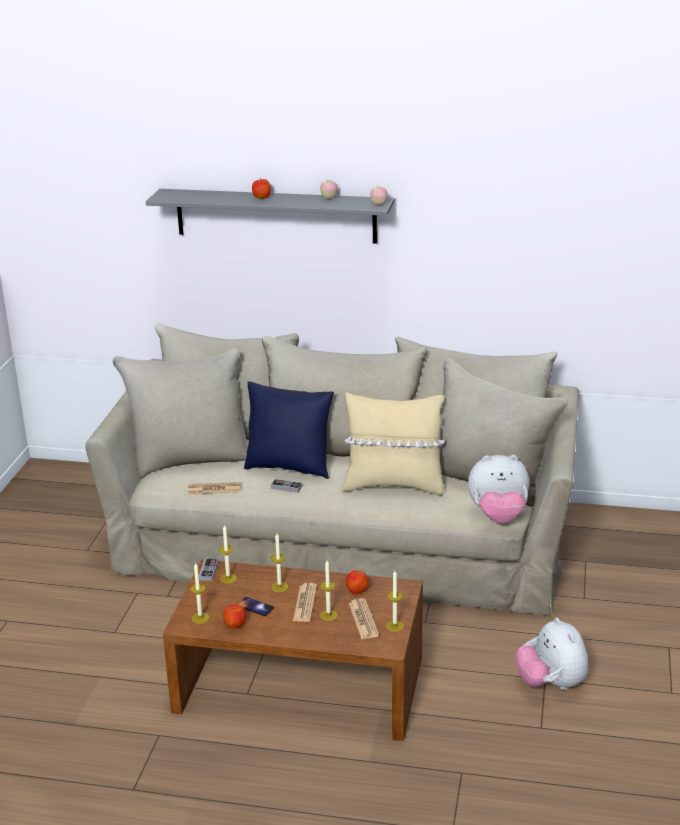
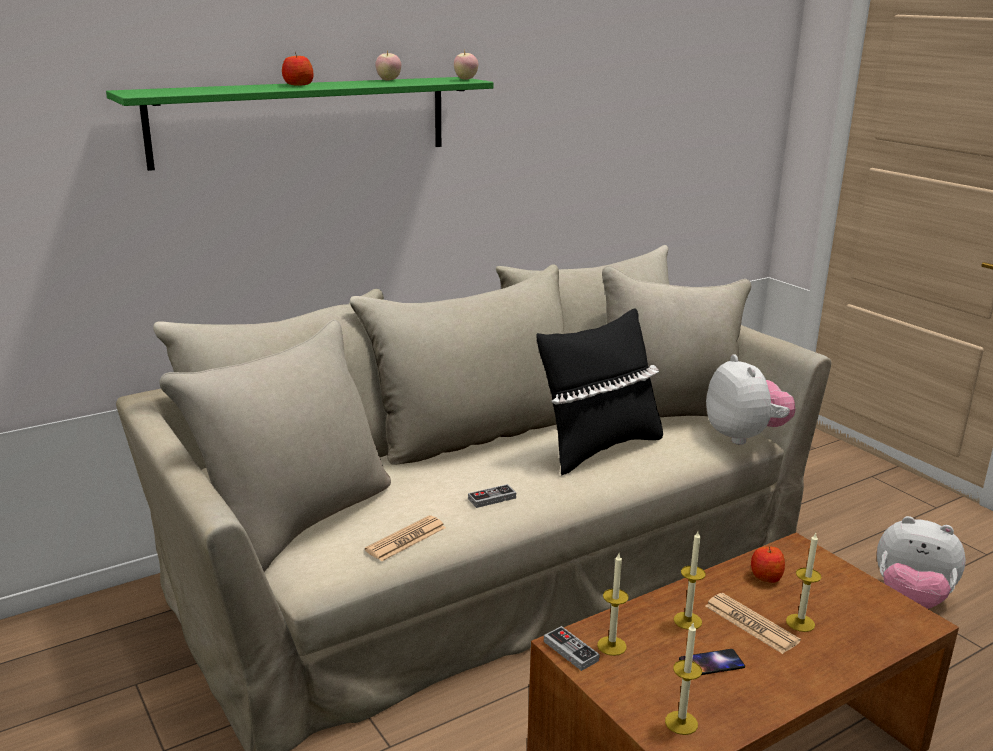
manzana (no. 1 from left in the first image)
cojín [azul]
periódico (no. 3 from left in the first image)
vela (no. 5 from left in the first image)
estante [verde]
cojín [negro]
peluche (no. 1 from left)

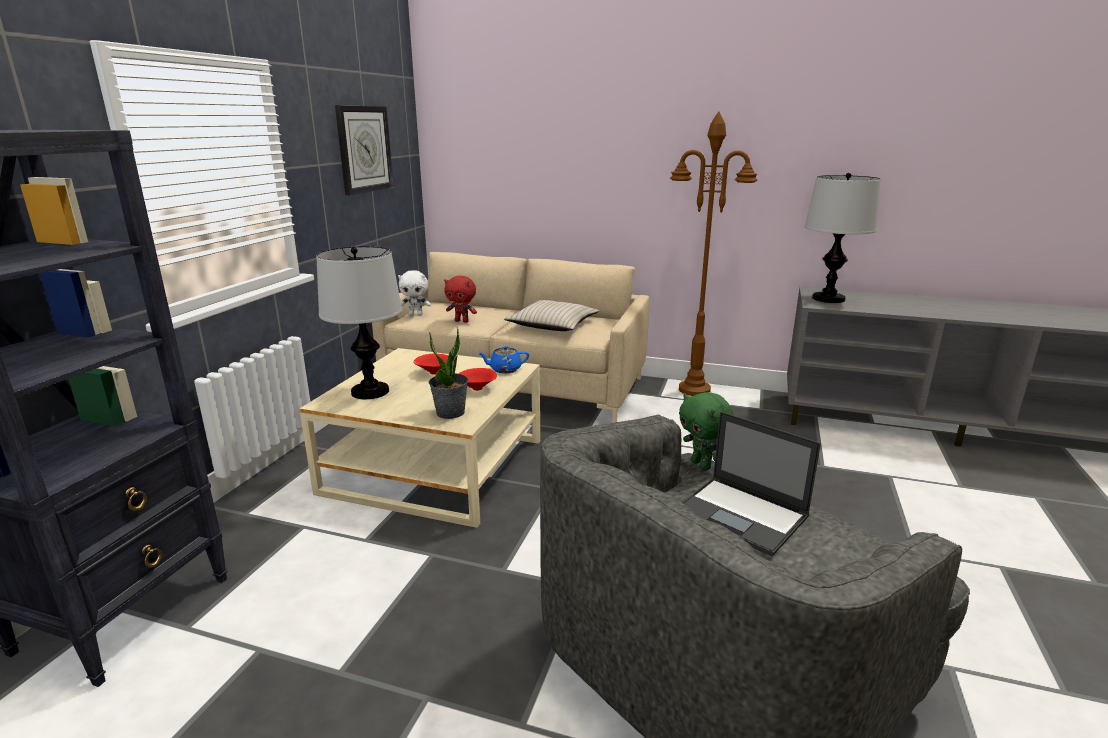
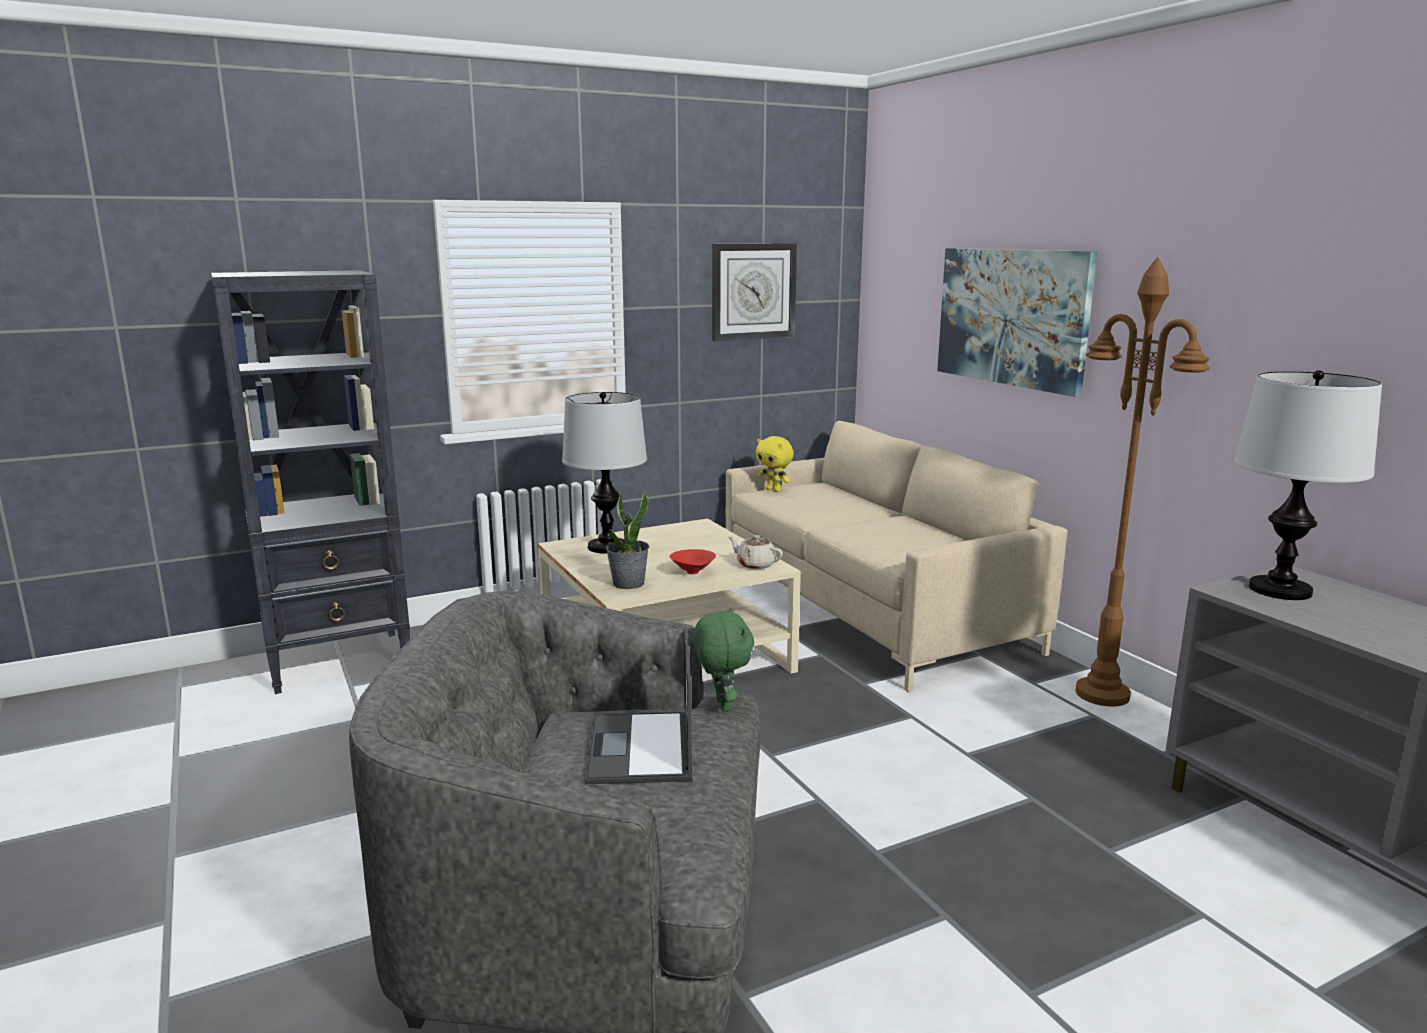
cuenco [rojo] (no. 1 from left in the first image)
peluche [rojo]
cojín [beis]
cuadro
peluche [amarillo]
tetera [beis]
peluche [verde]

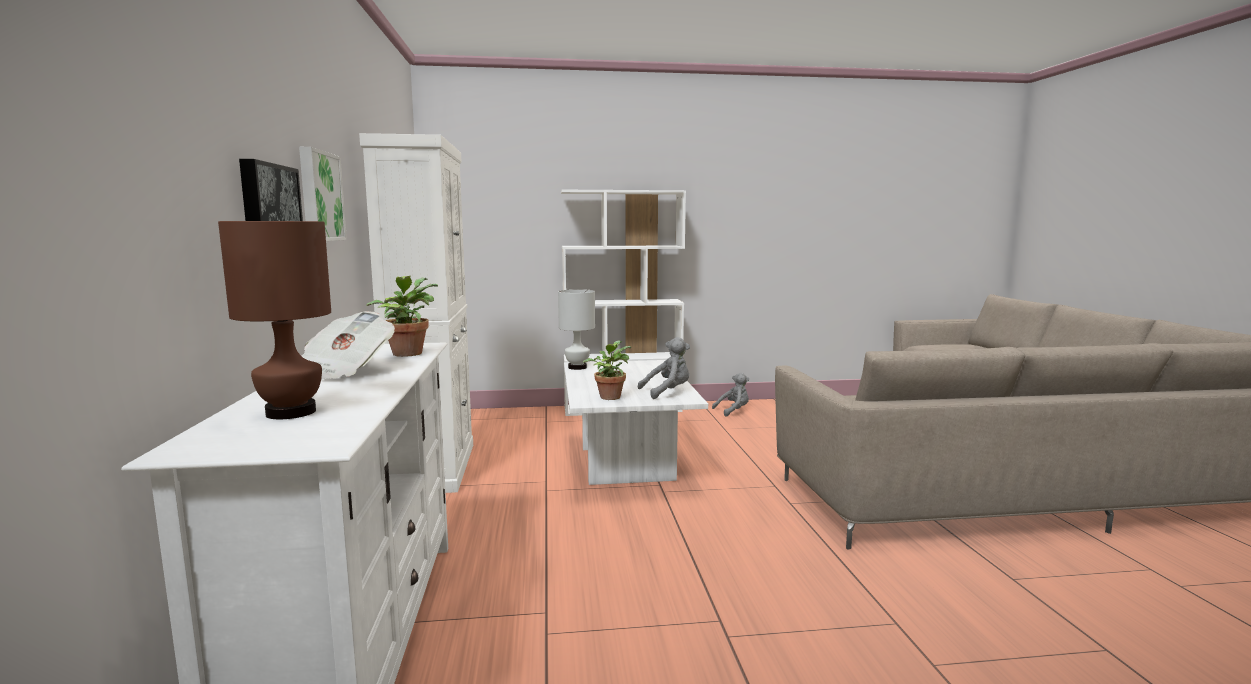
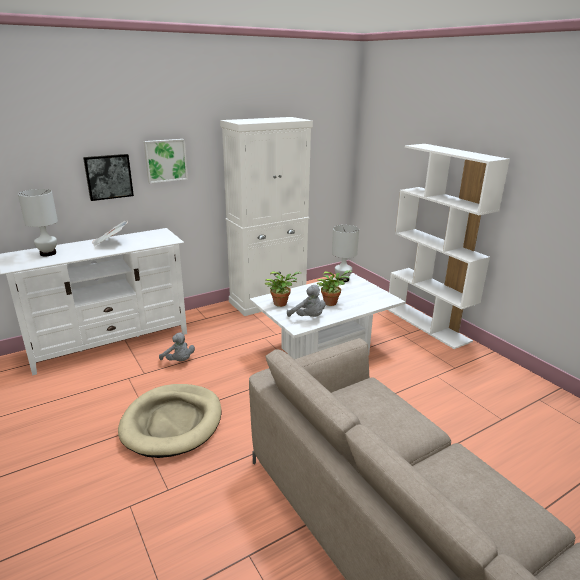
cama para perro [beis]
planta en maceta (no. 2 from left)
peluche [gris] (no. 1 from left)
lámpara de mesa [blanco] (no. 1 from left)

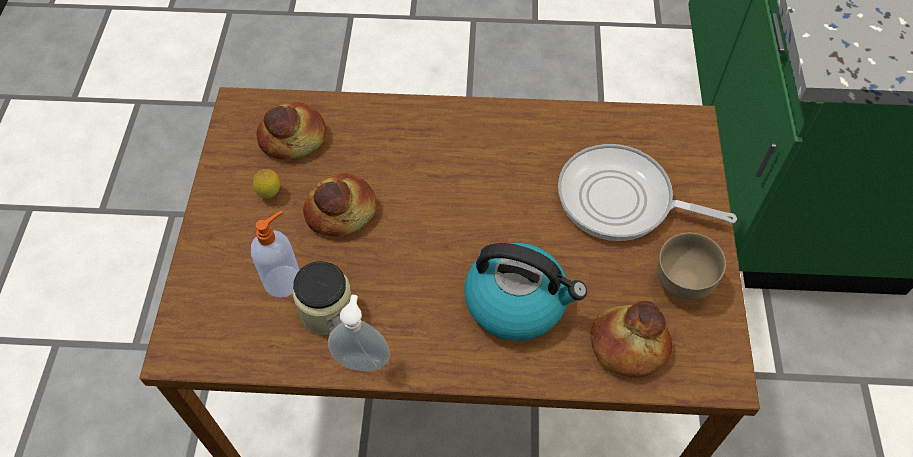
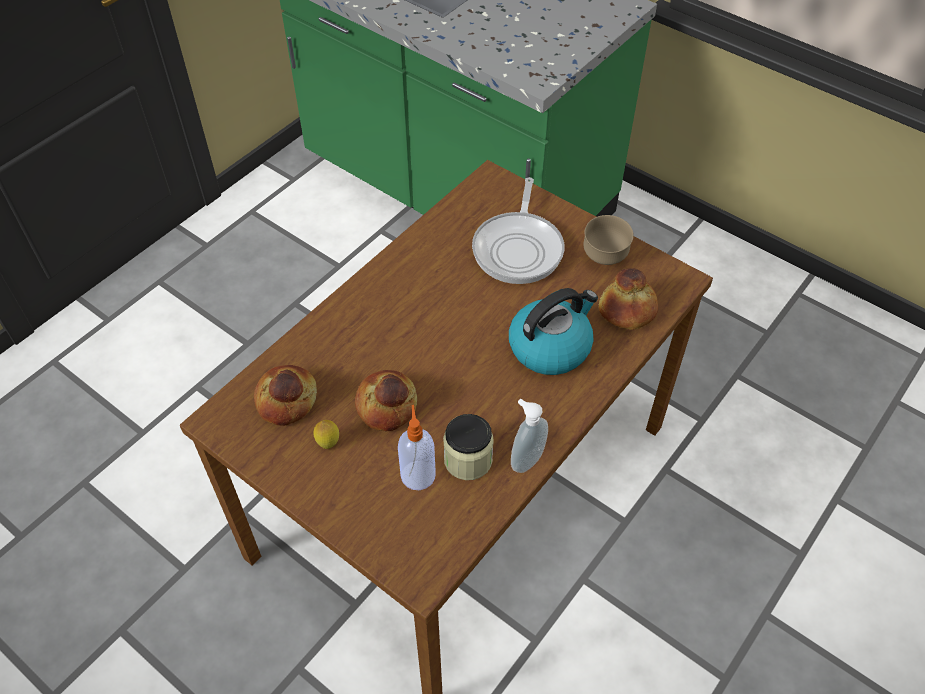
sartén

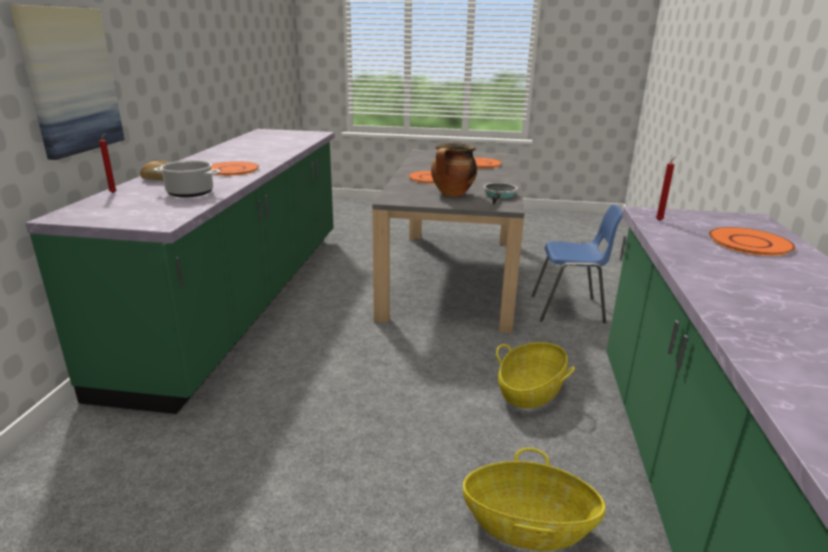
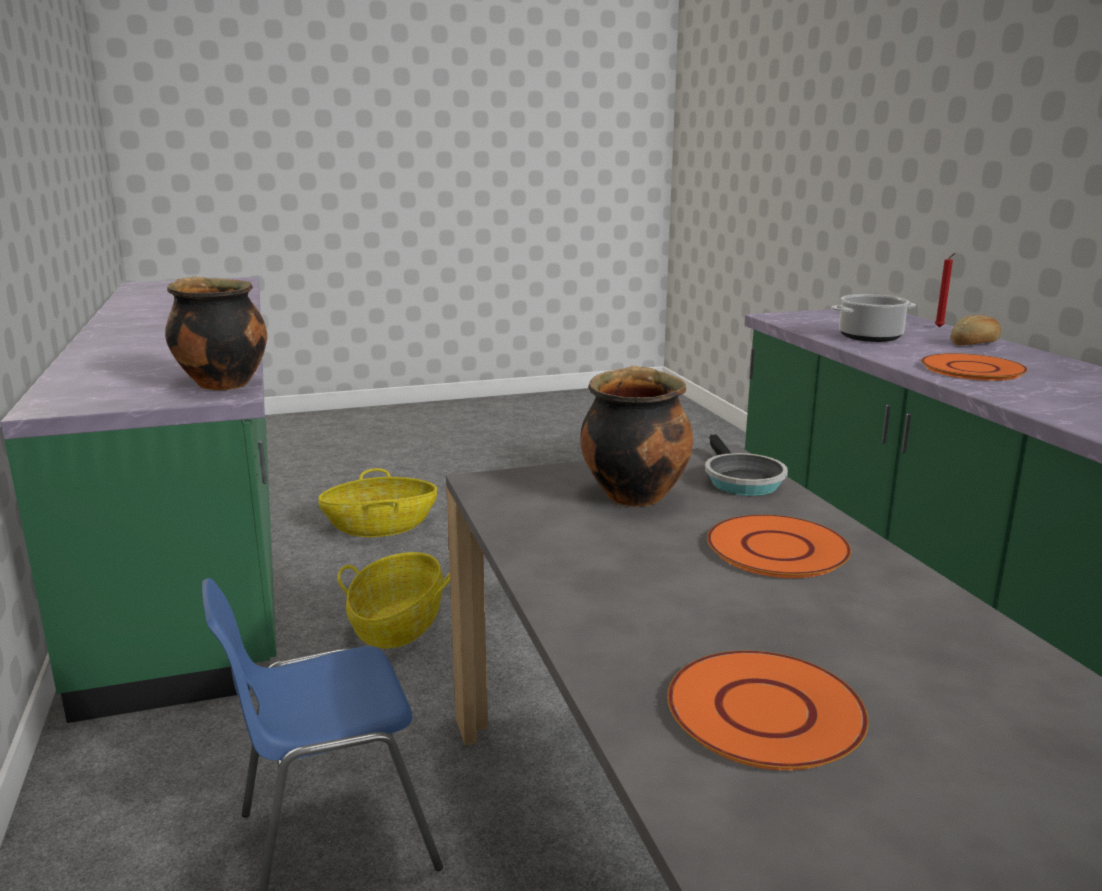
cuadro
plato [naranja] (no. 4 from left in the first image)
sartén
olla (no. 1 from left)

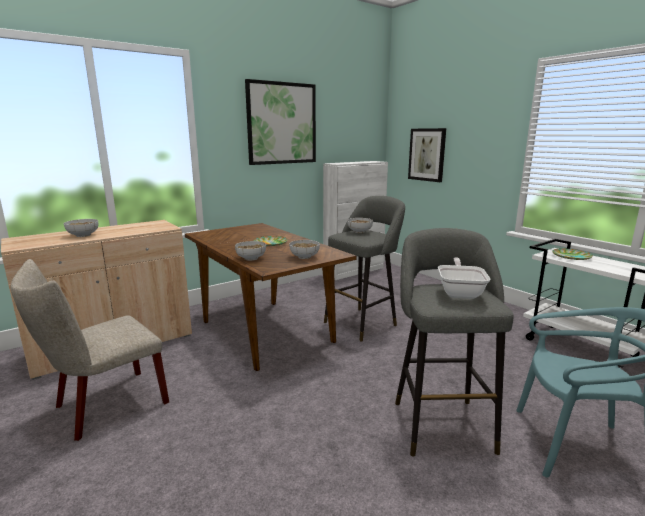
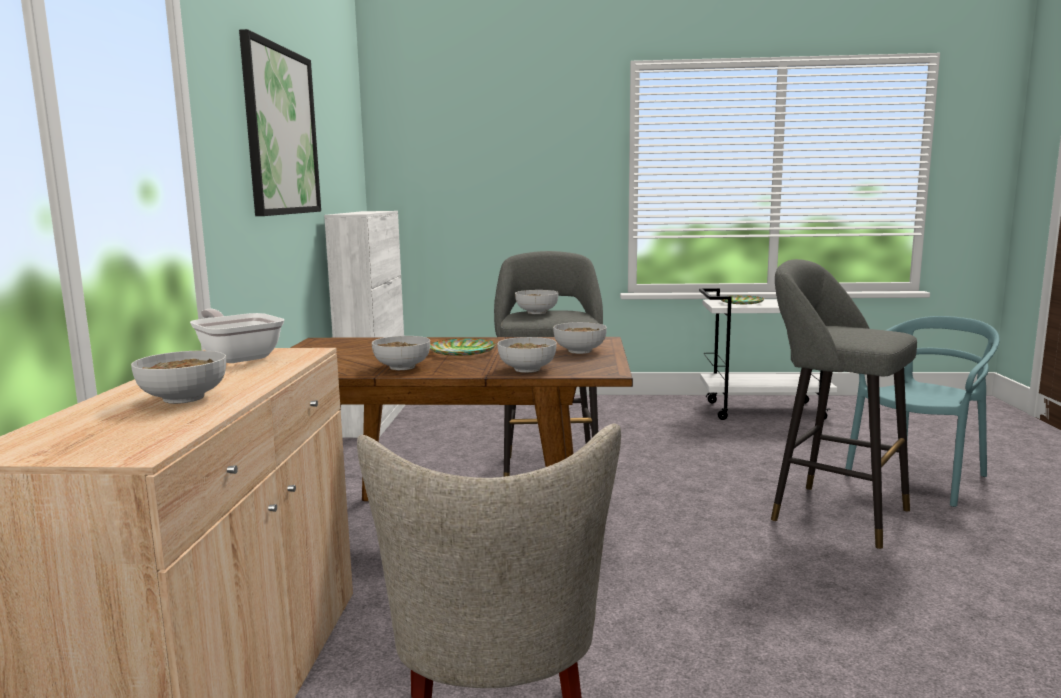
cuadro (no. 2 from left in the first image)
cuenco (no. 2 from left)
sartén

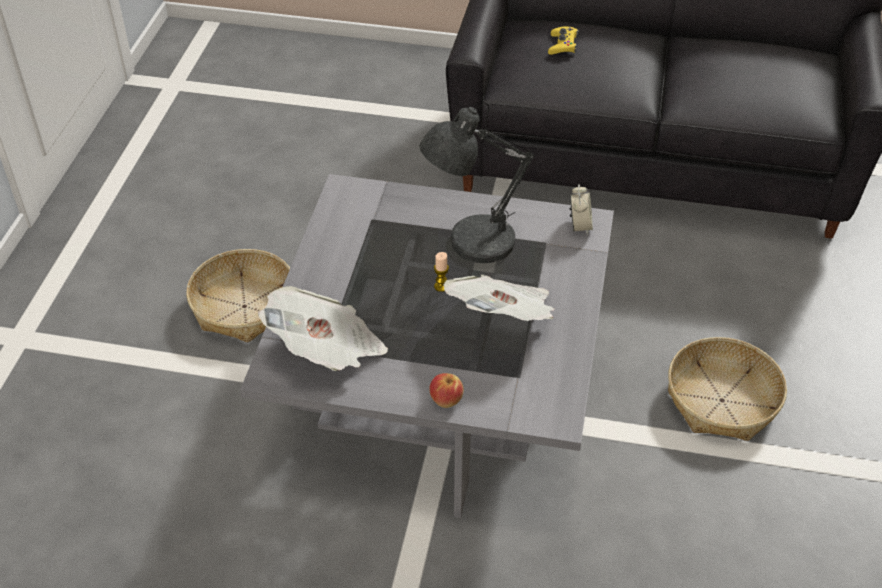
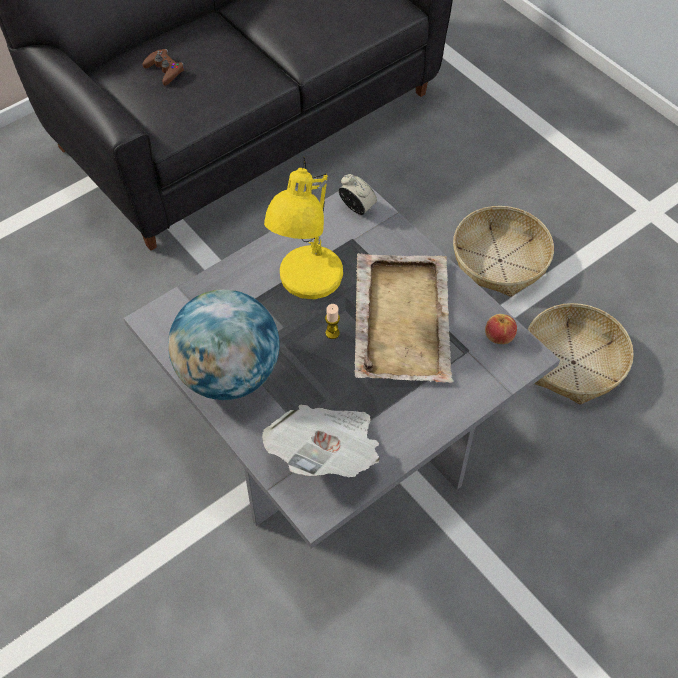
globo terráqueo
cesta (no. 2 from left)
manzana
bandeja [beis]
lámpara de mesa [amarillo]
mando de consola [marrón]

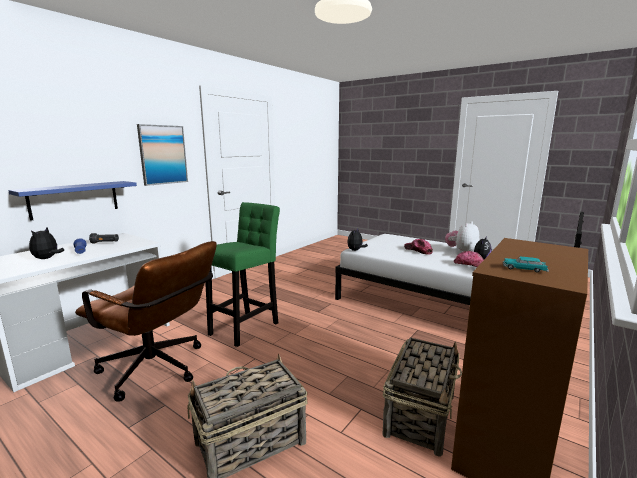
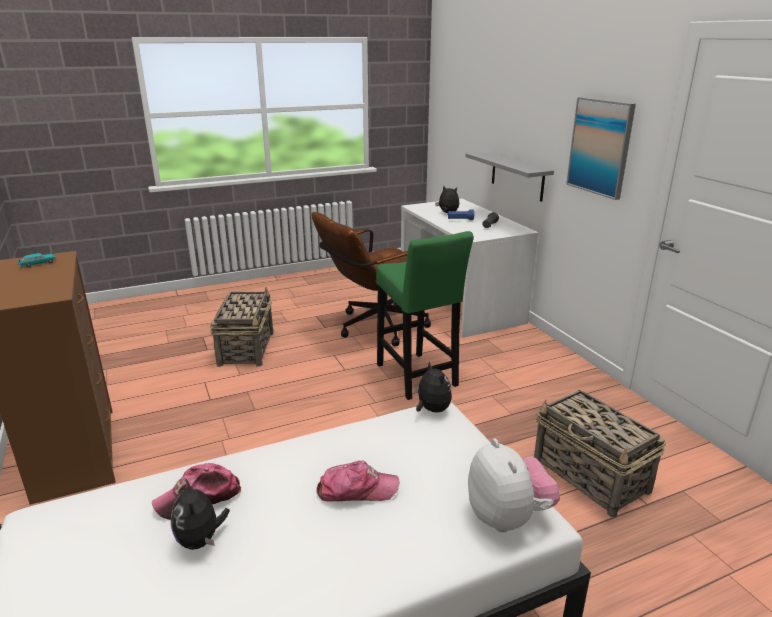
cesta (no. 2 from left)
peluche (no. 4 from left)
estante [gris]

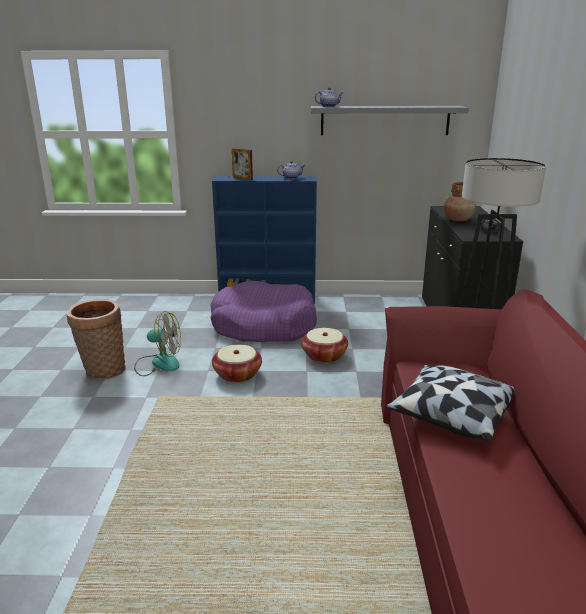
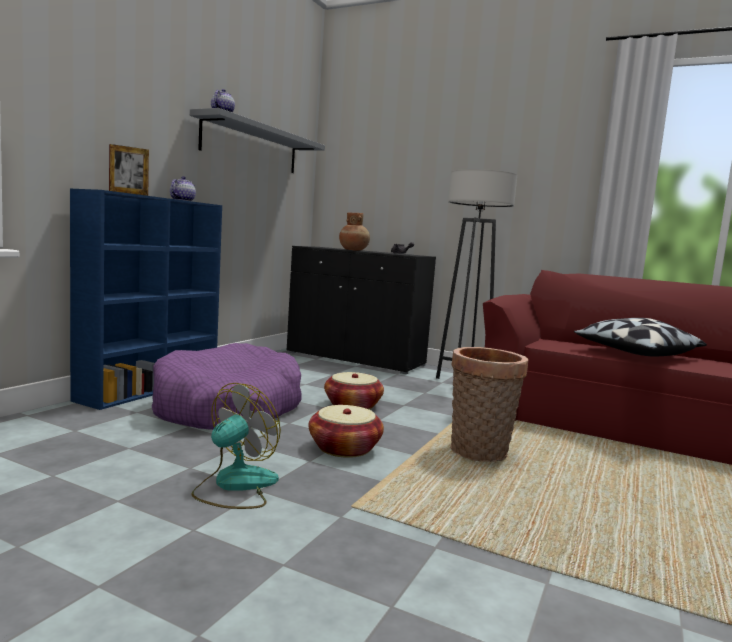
cesta (no. 3 from left)

